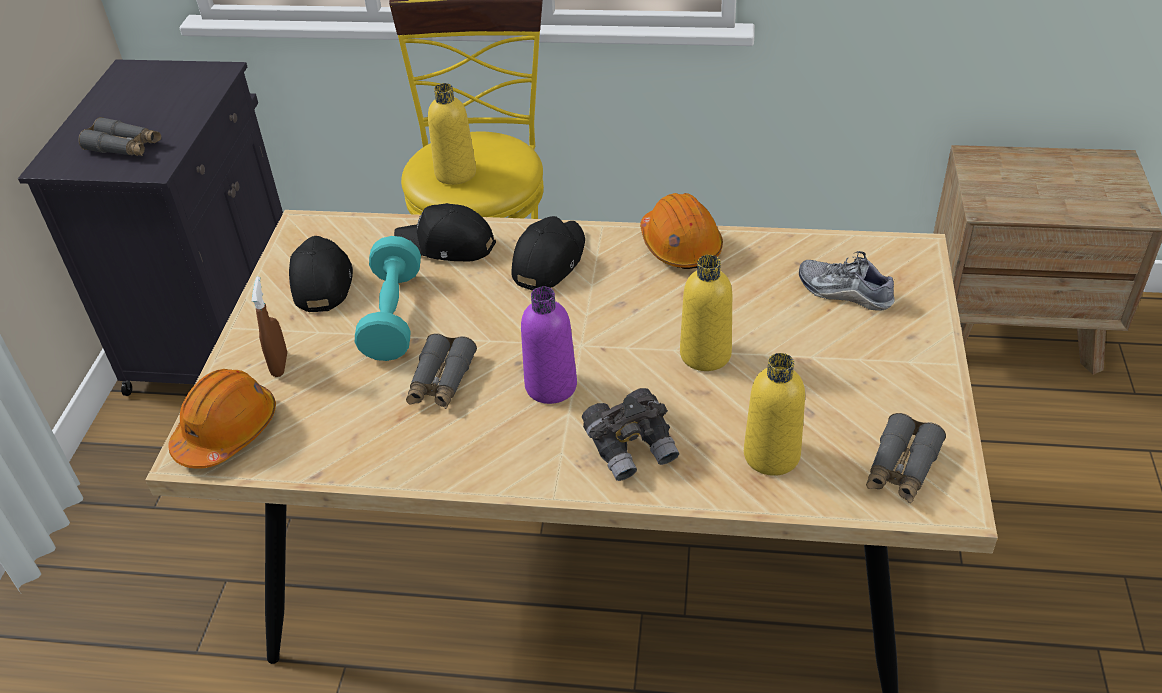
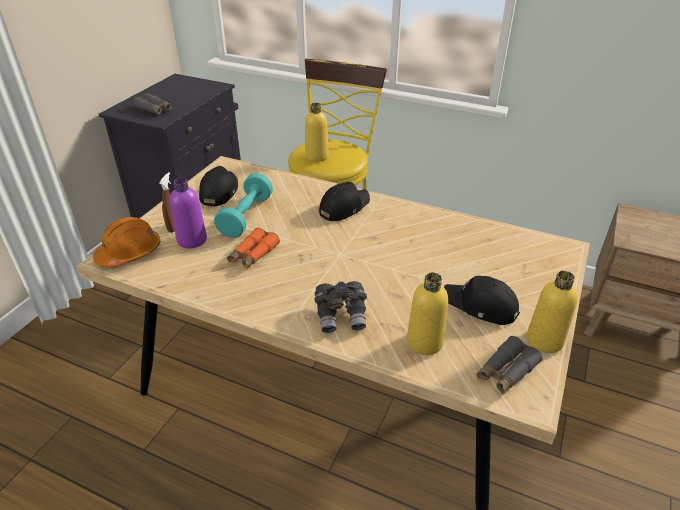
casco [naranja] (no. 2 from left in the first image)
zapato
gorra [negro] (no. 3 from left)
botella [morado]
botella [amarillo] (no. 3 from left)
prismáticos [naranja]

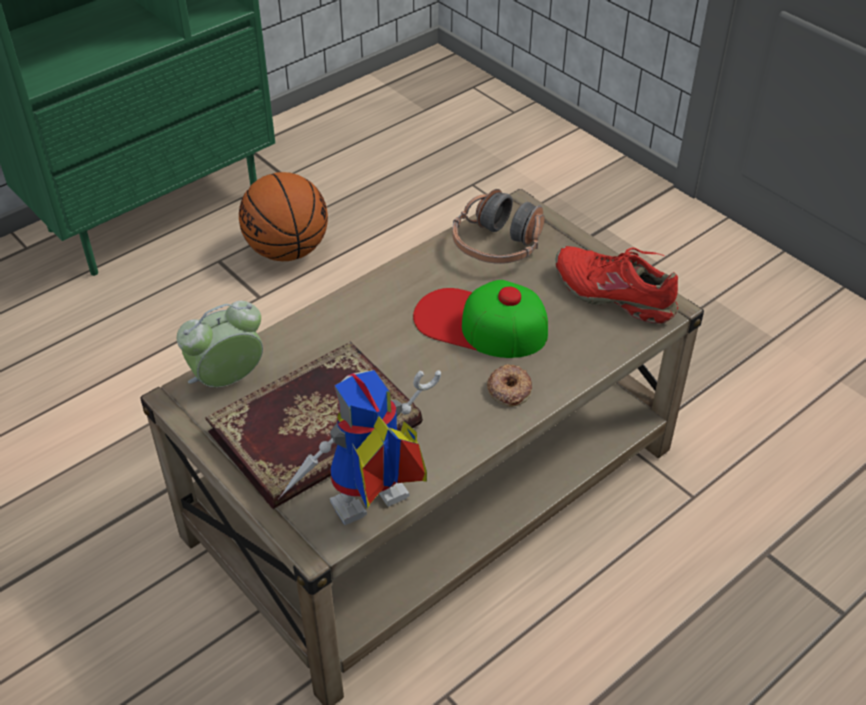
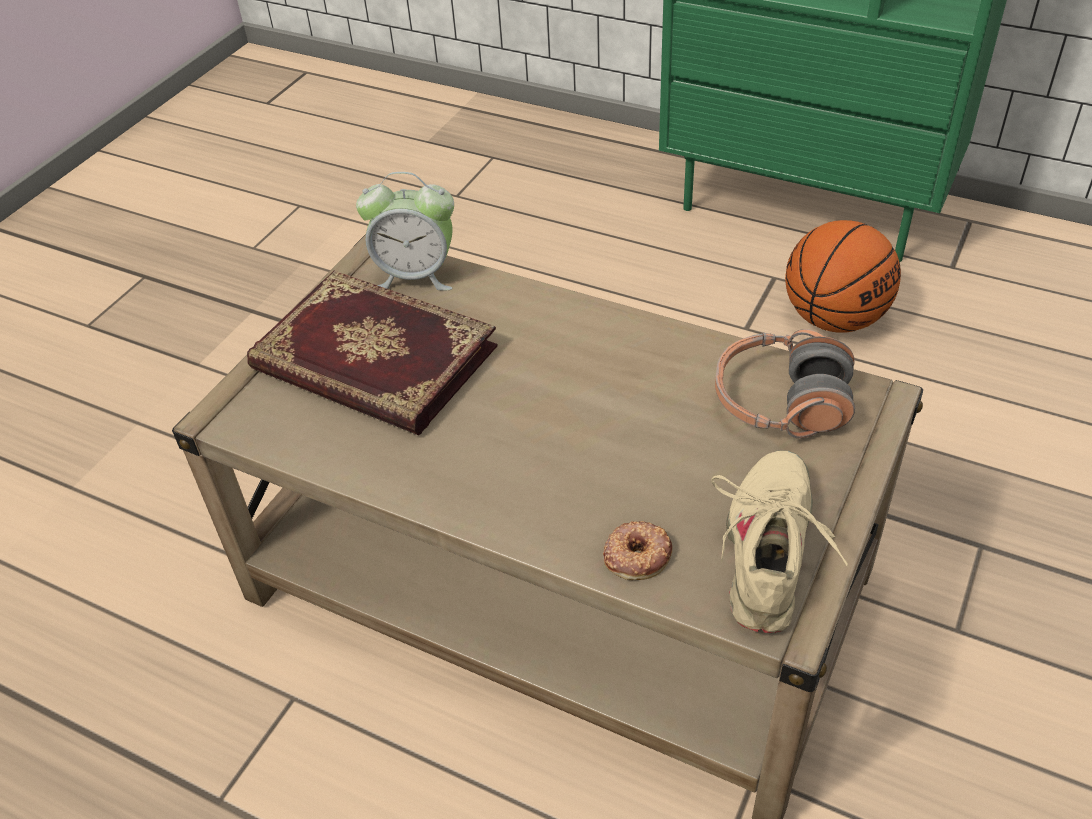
robot de juguete
gorra
rosquilla
zapato [beis]
despertador

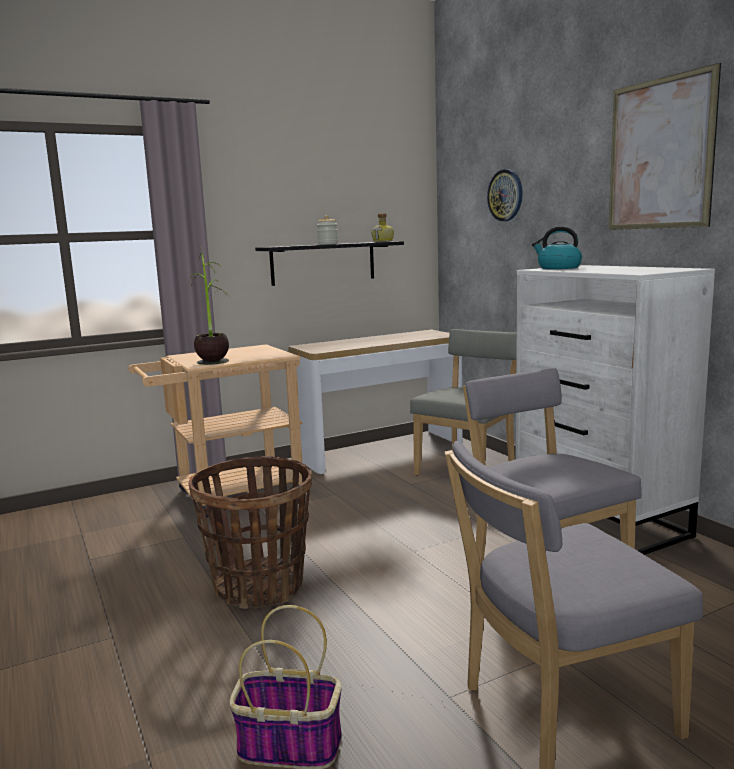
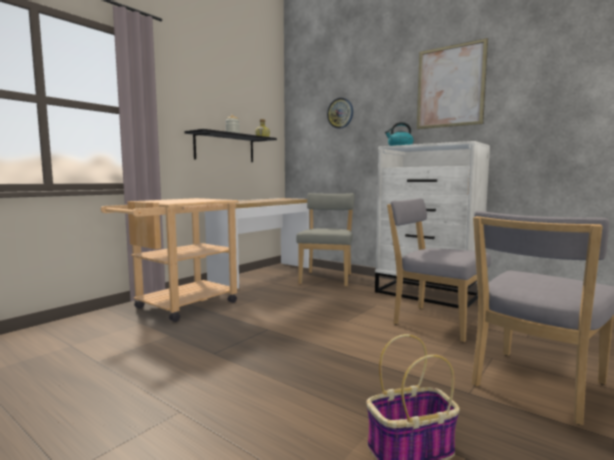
cesta (no. 1 from left in the first image)
planta en maceta

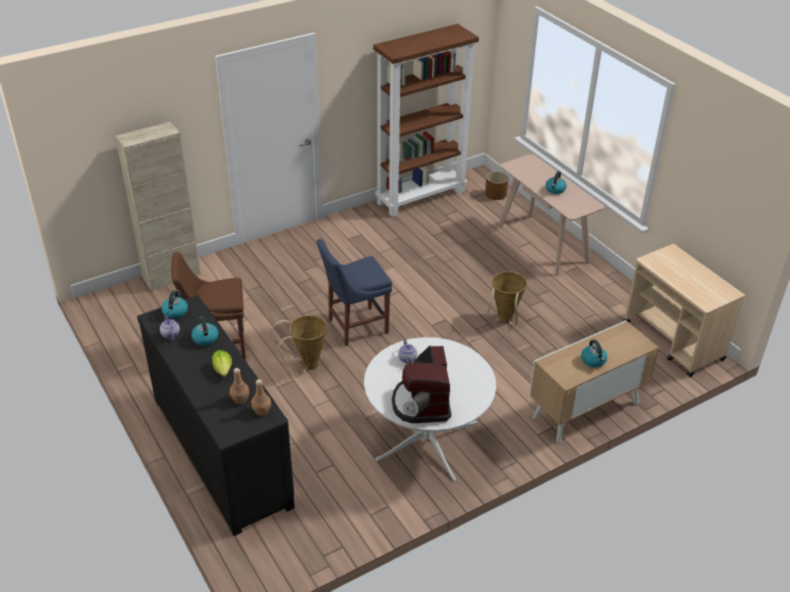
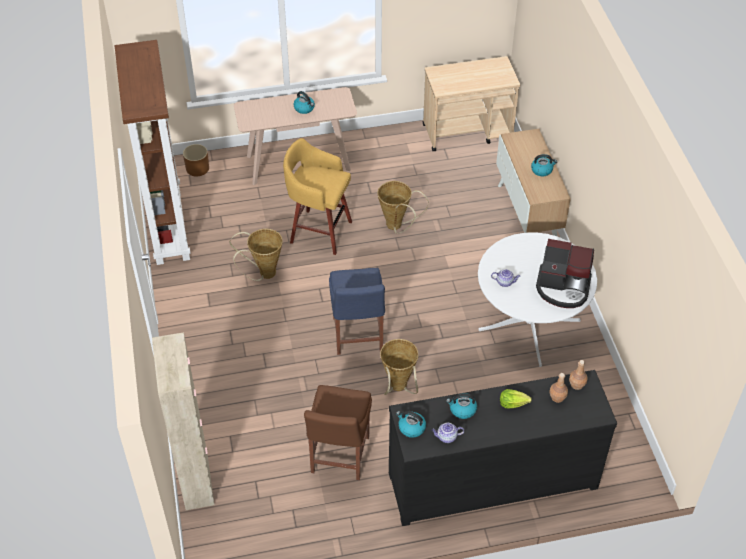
cesta (no. 1 from left)
taburete [amarillo]

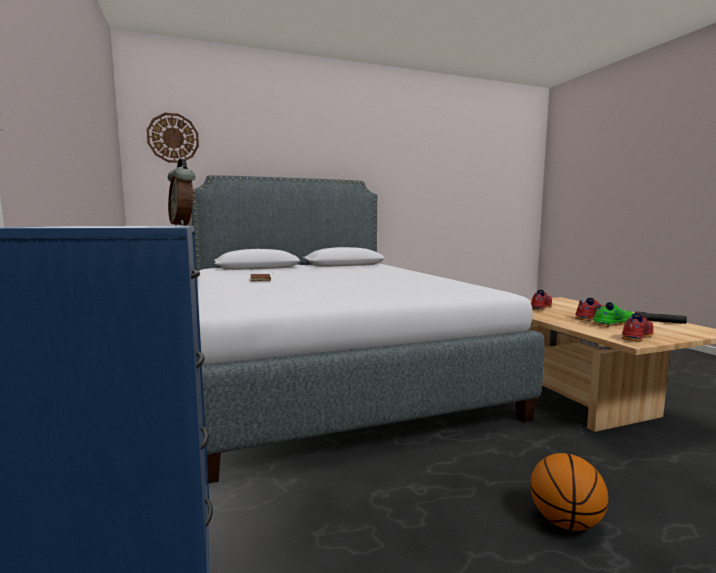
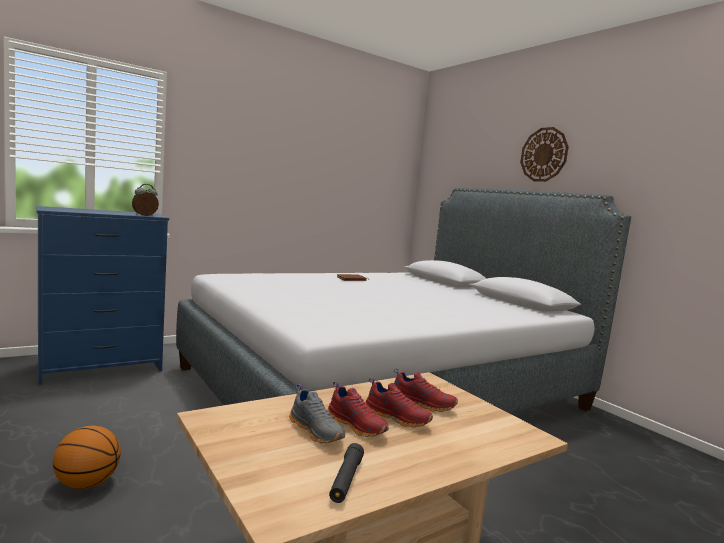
reloj de pared
zapato [rojo] (no. 2 from left)
zapato [gris]

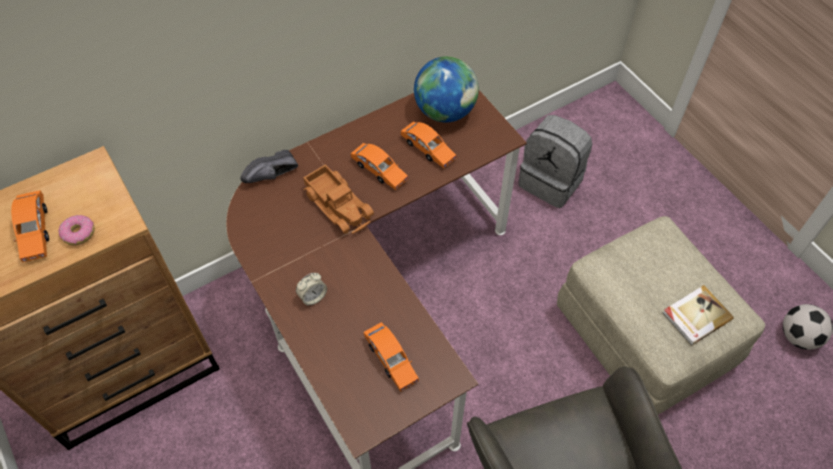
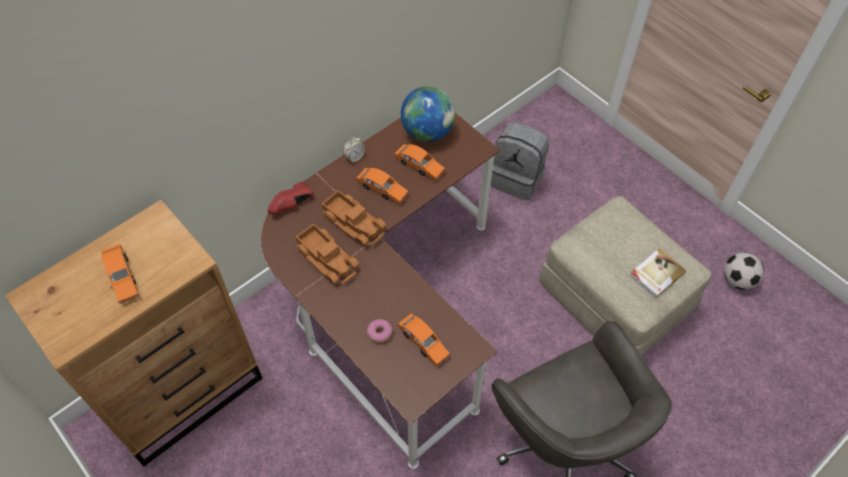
camión de juguete (no. 1 from left)
rosquilla
despertador
zapato [rojo]

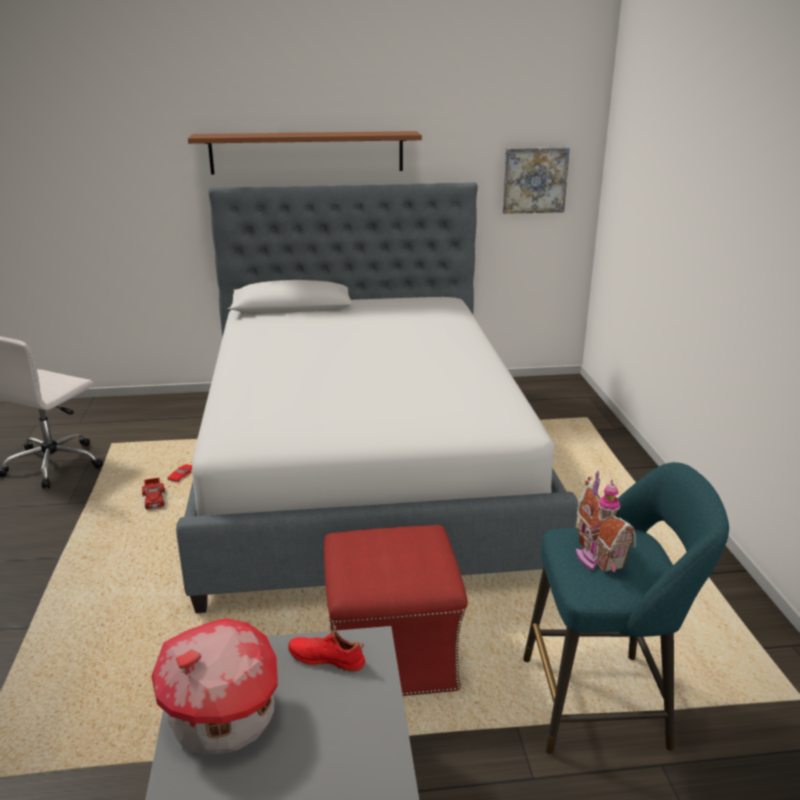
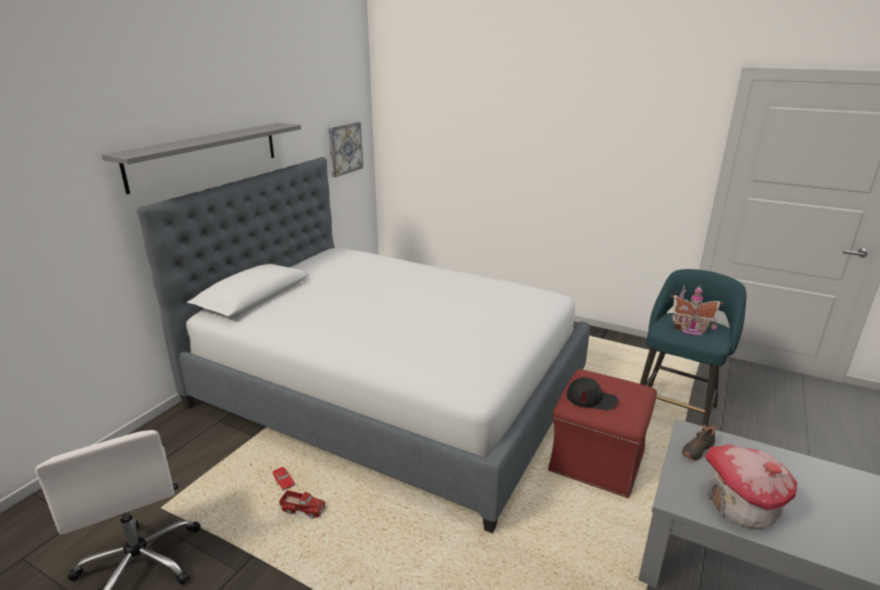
gorra [negro]
estante [gris]
zapato [negro]

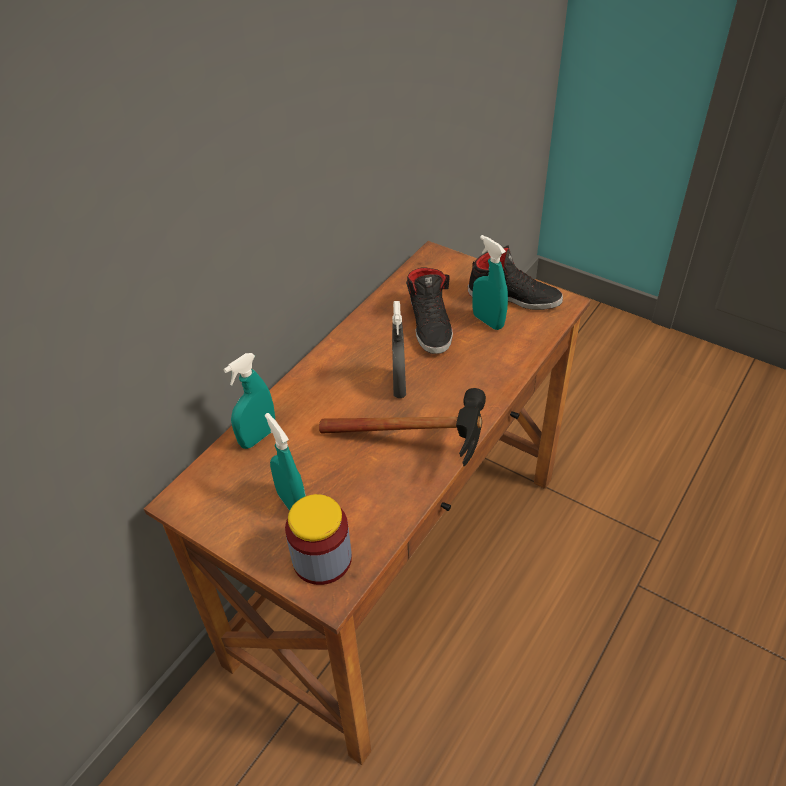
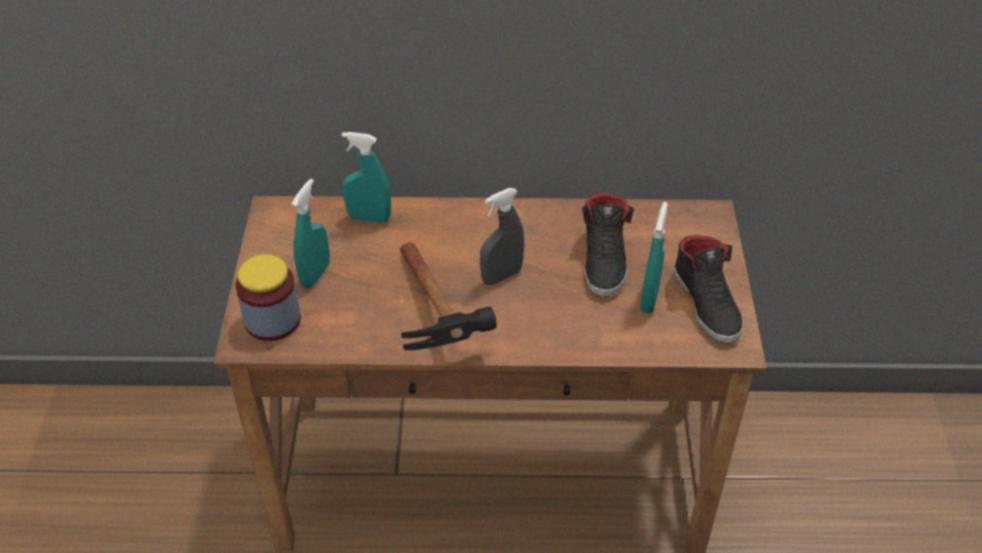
zapato [negro] (no. 1 from left)

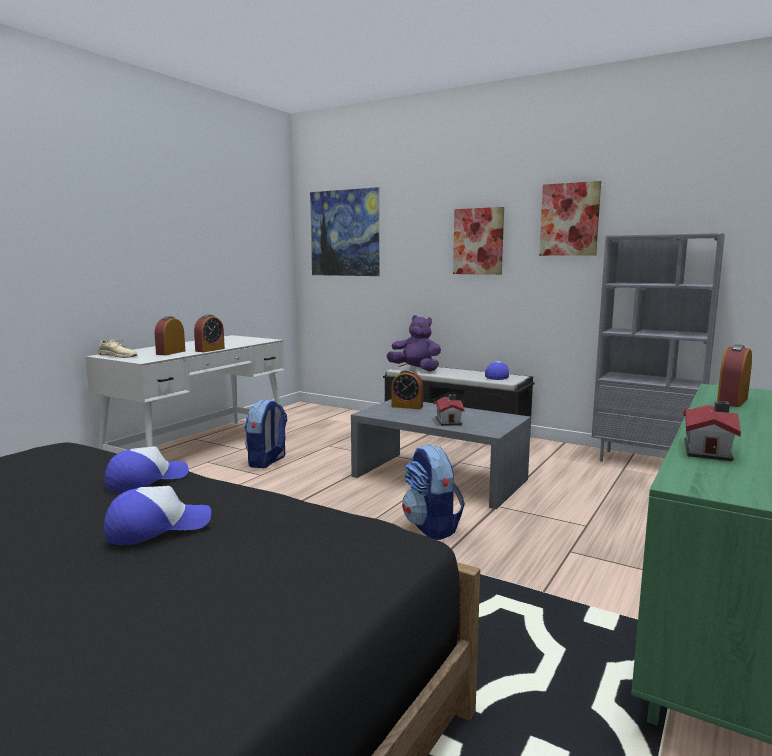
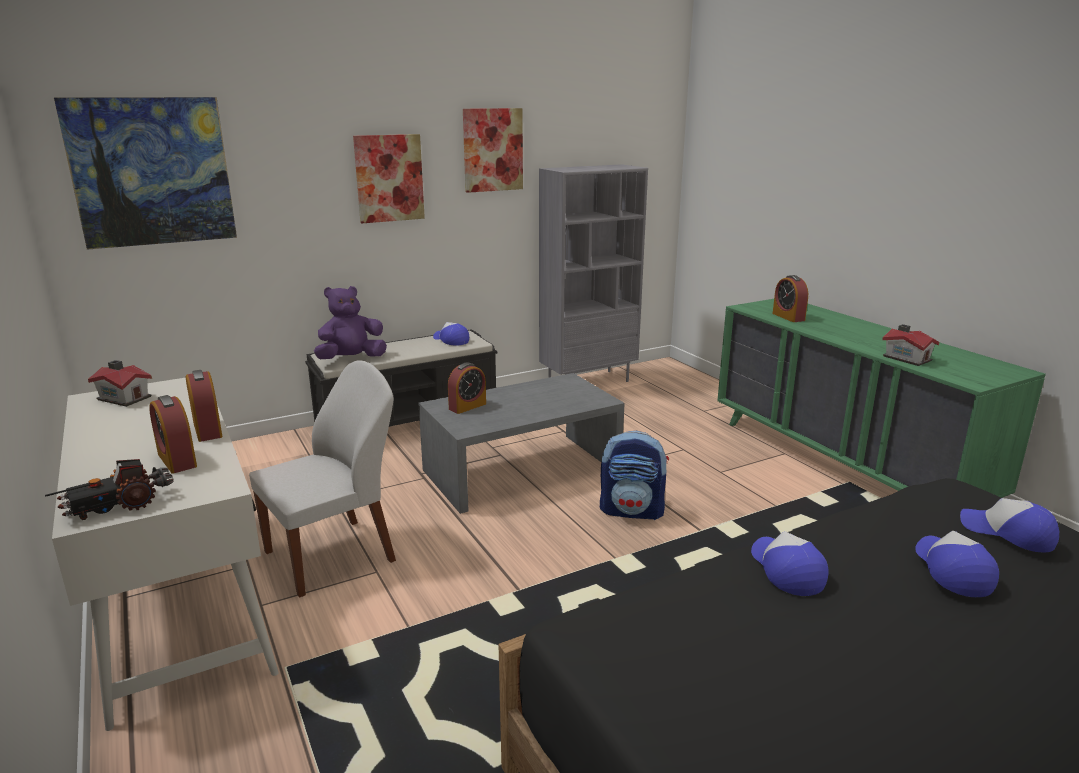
gorra (no. 4 from left)
casita (no. 1 from left)
camión de juguete
silla [blanco]

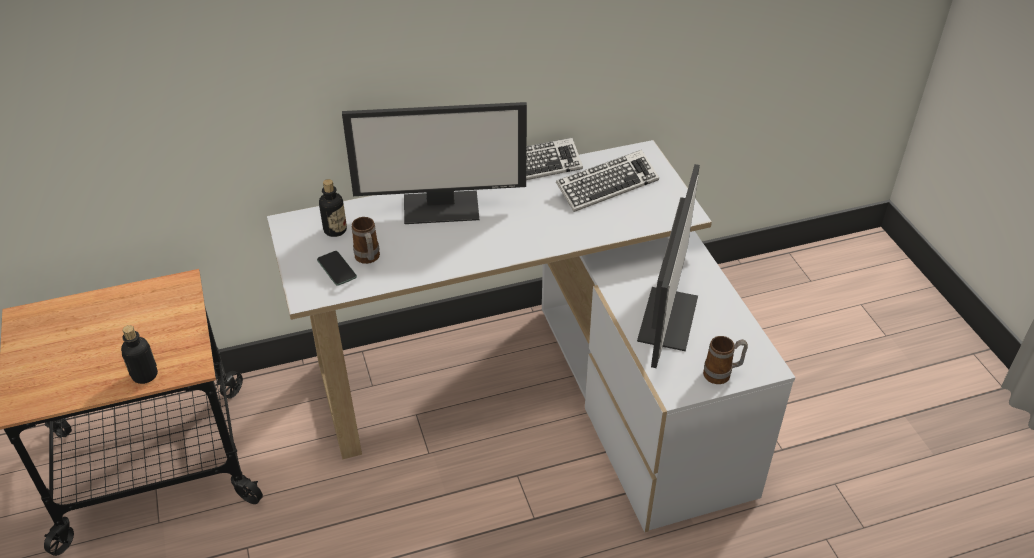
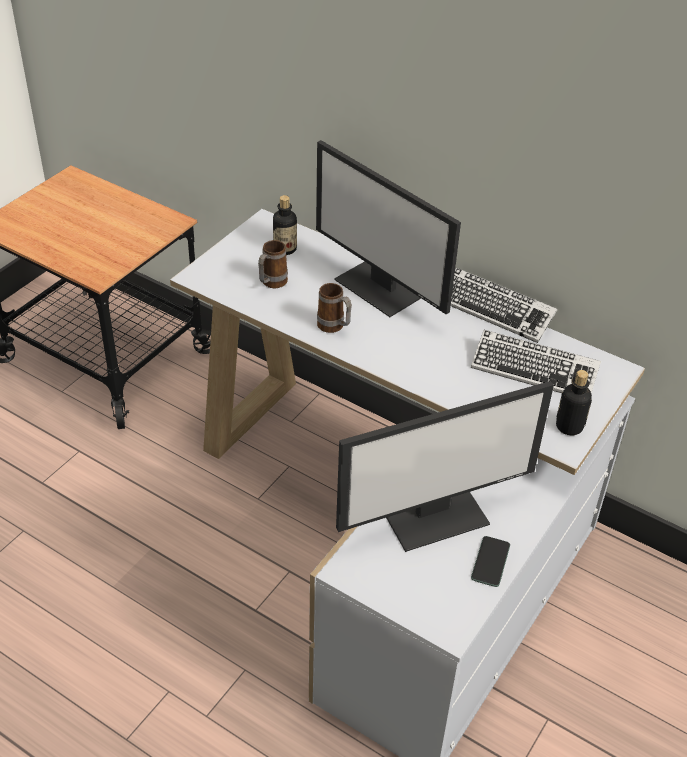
botella (no. 2 from left)
móvil
taza grande (no. 2 from left)

